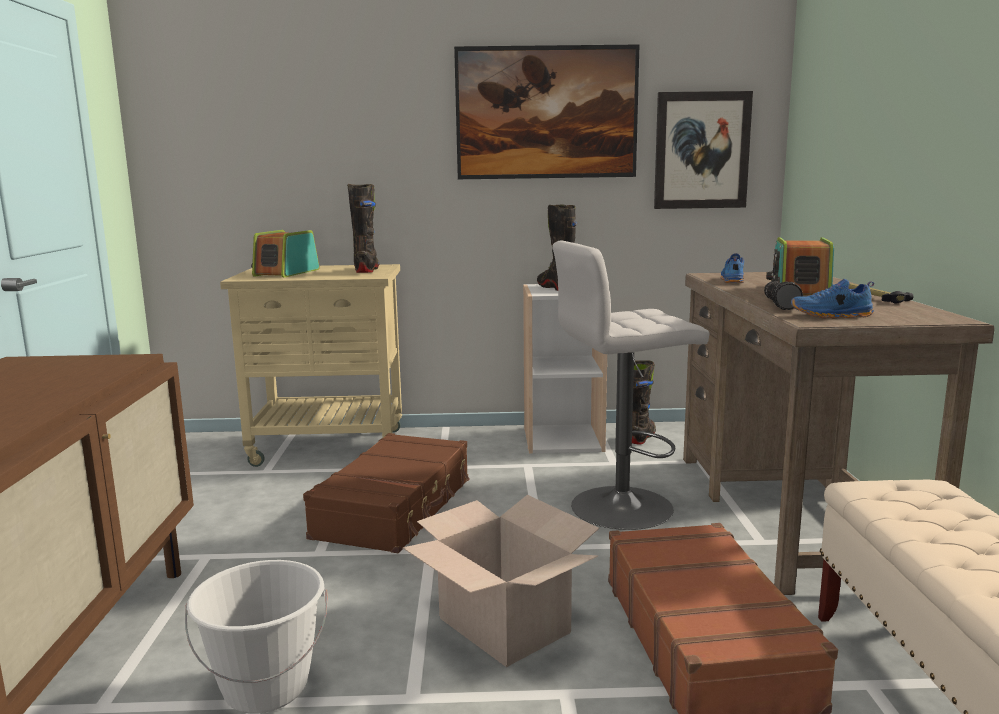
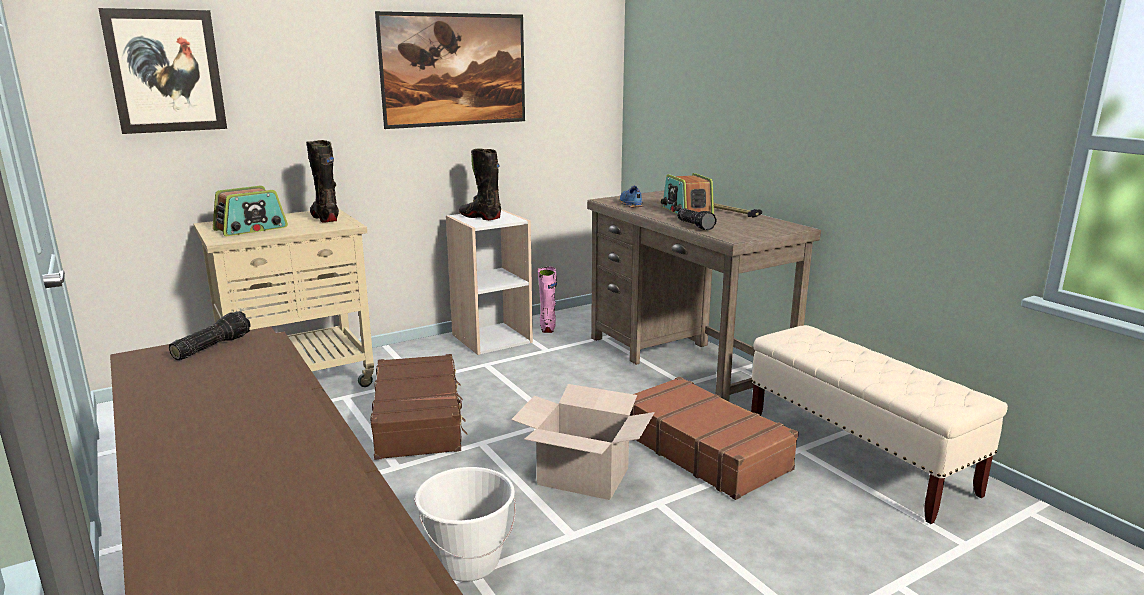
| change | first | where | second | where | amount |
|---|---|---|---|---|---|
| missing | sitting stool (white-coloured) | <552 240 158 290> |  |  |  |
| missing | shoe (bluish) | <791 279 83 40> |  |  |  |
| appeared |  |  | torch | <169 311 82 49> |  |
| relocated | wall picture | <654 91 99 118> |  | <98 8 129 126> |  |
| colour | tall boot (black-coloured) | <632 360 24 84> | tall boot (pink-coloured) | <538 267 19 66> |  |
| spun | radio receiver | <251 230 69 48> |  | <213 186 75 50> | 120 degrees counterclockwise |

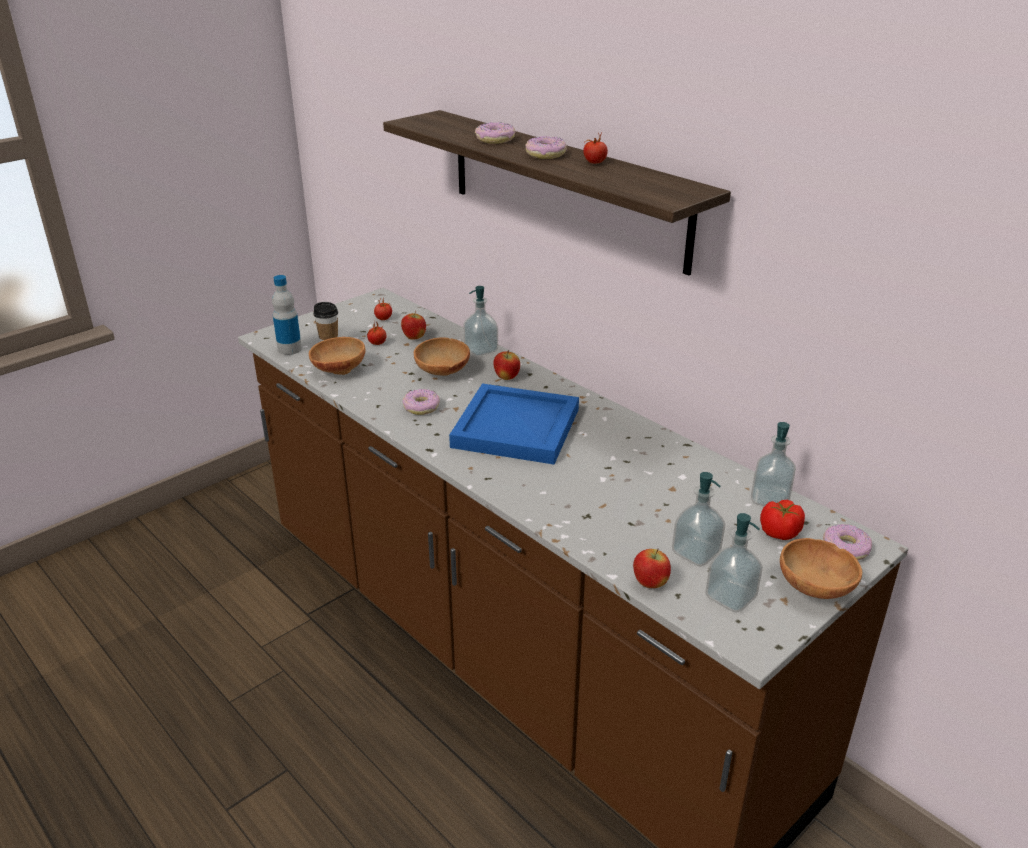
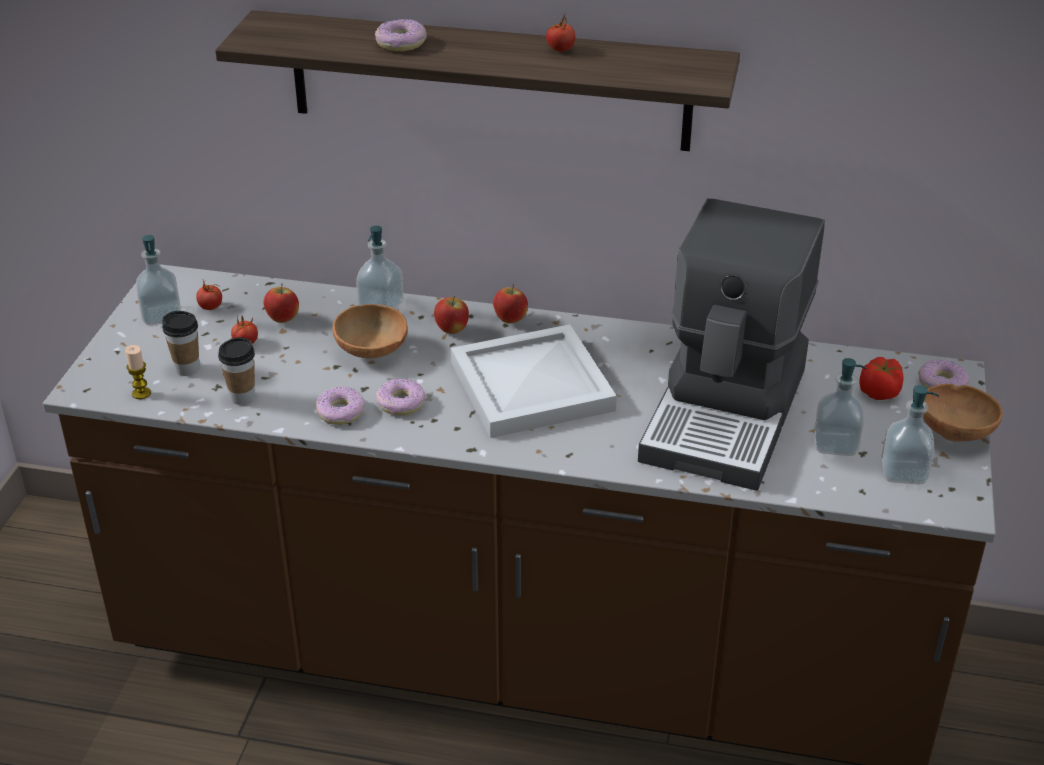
| change | first | where | second | where | amount |
|---|---|---|---|---|---|
| appeared |  |  | coffee maker | <638 198 187 293> |  |
| relocated | donut | <525 136 42 23> |  | <316 387 49 38> |  |
| relocated | apple | <633 548 38 40> |  | <493 284 35 39> |  |
| relocated | soap dispenser | <751 422 45 84> |  | <136 235 45 90> |  |
| exchanged | bottle | <272 275 30 80> | wax light | <125 345 26 54> |  |
| exchanged | deep dish (brownish) | <309 337 56 38> | small cup | <218 337 37 68> |  |
| colour | tray (bluish) | <449 384 130 80> | tray (white-coloured) | <451 324 166 114> |  |

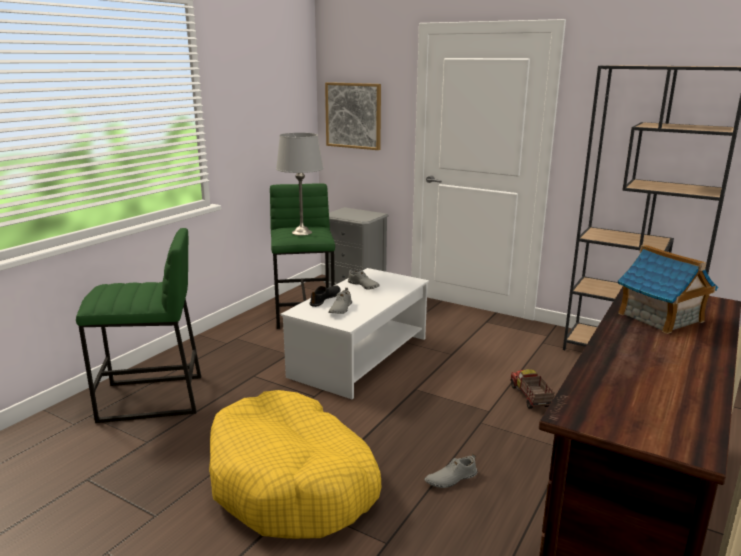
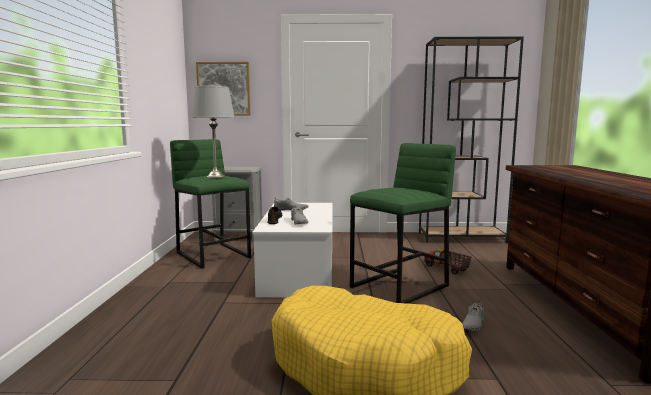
| change | first | where | second | where | amount |
|---|---|---|---|---|---|
| missing | model house | <618 245 100 89> |  |  |  |
| relocated | sitting stool (green-coloured) | <76 228 125 195> |  | <350 143 106 161> |  |

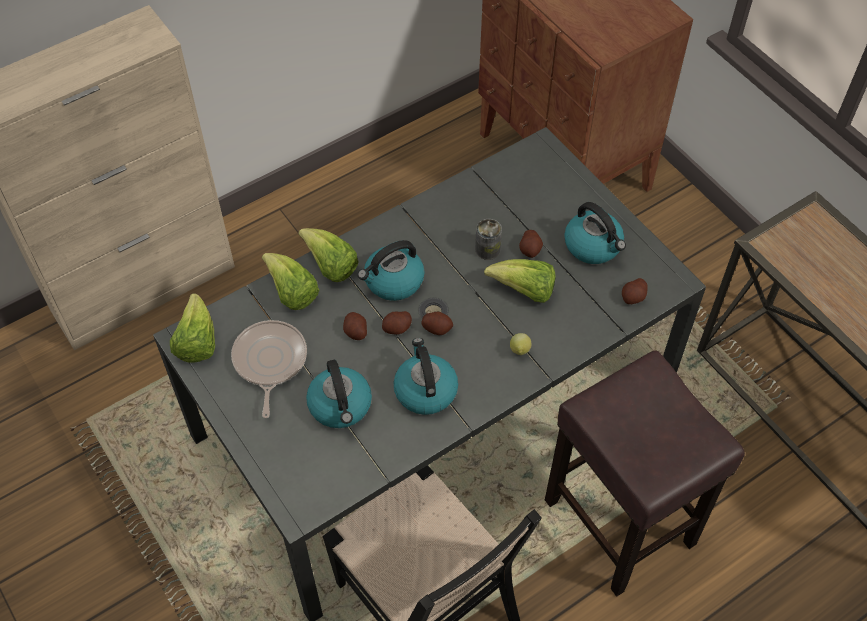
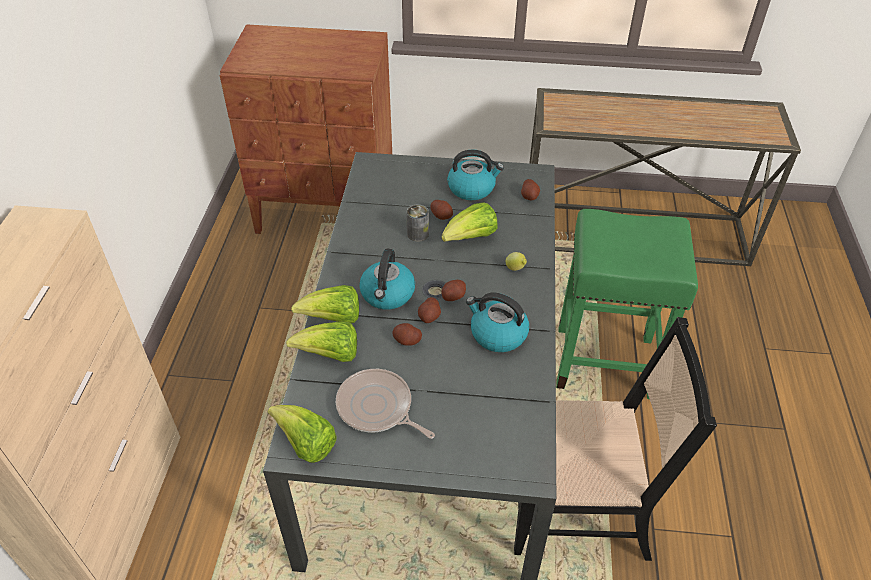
| change | first | where | second | where | amount |
|---|---|---|---|---|---|
| missing | kettle | <306 360 66 68> |  |  |  |
| colour | sitting stool (brownish) | <545 350 200 247> | sitting stool (green-coloured) | <556 209 142 190> |  |

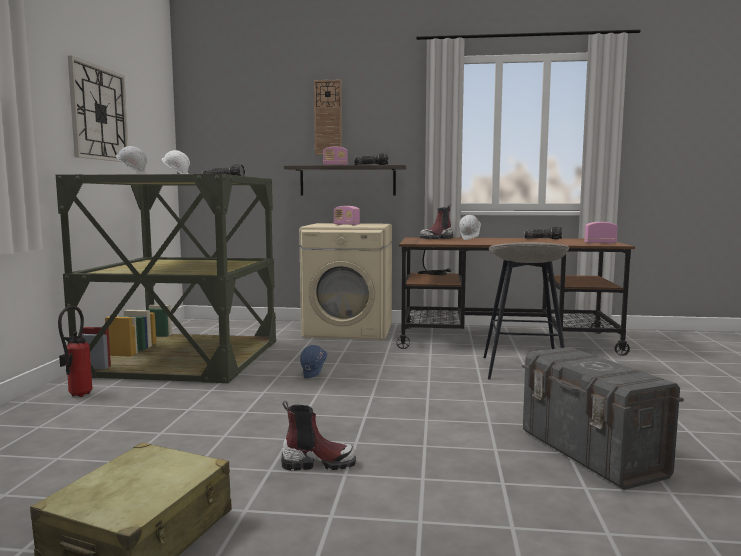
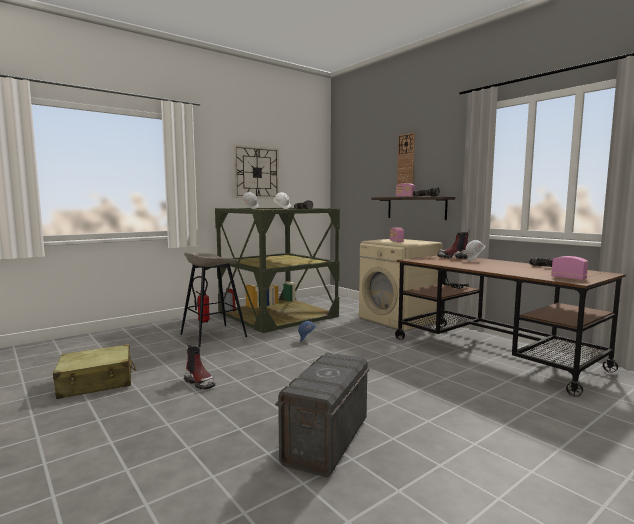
| change | first | where | second | where | amount |
|---|---|---|---|---|---|
| relocated | sitting stool (greyish) | <483 242 86 137> |  | <180 252 67 95> |  |

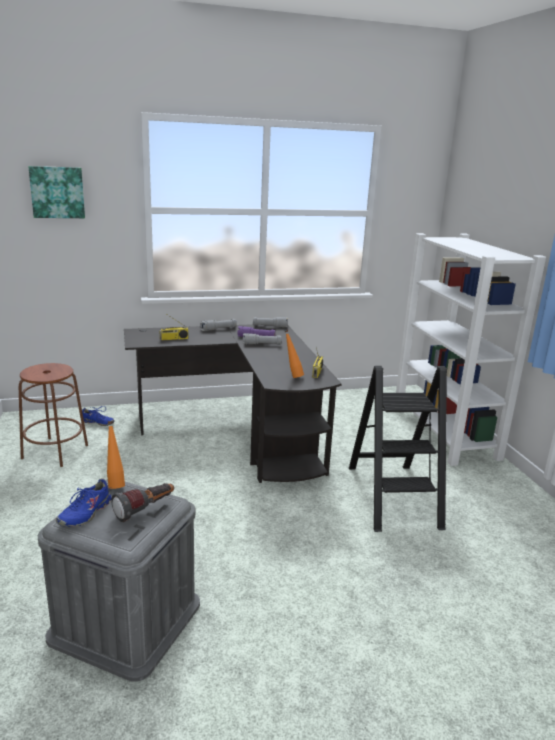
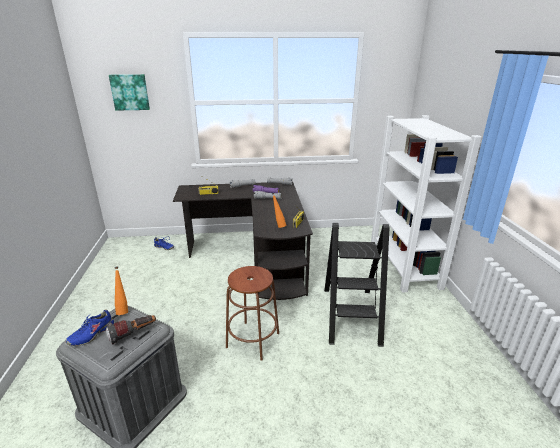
| change | first | where | second | where | amount |
|---|---|---|---|---|---|
| relocated | sitting stool (brownish) | <19 363 69 104> |  | <226 266 53 95> |  |

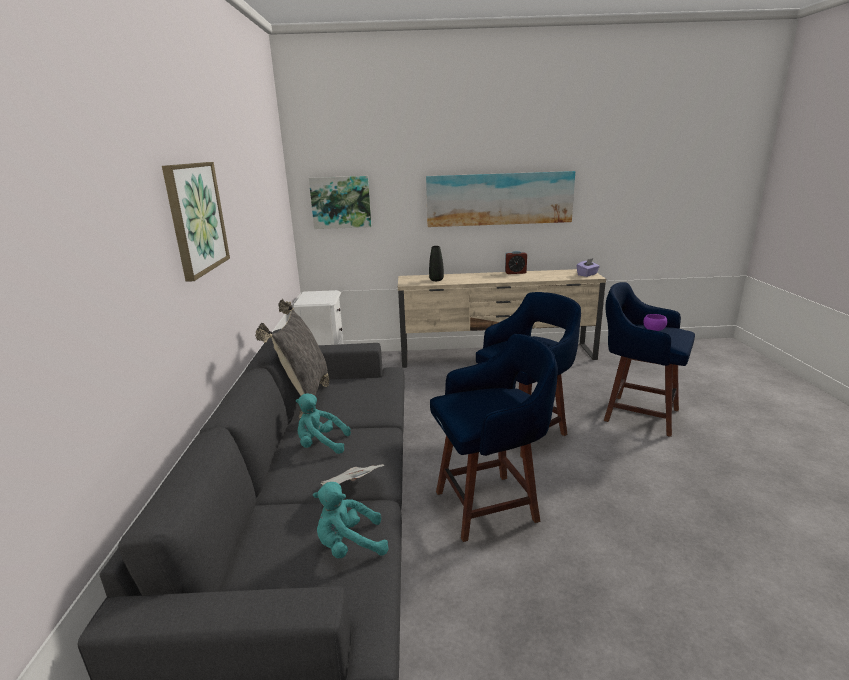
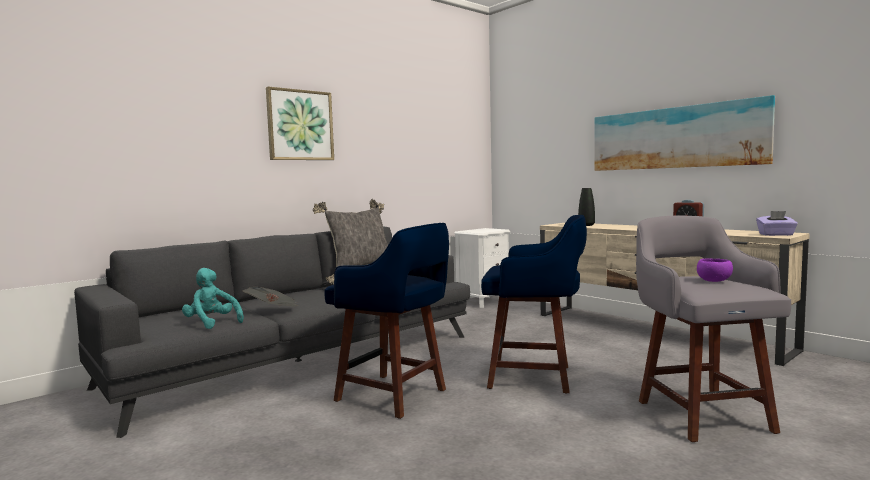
| change | first | where | second | where | amount |
|---|---|---|---|---|---|
| missing | plush toy (turquoise-coloured) | <296 393 55 61> |  |  |  |
| missing | wall picture | <309 176 63 53> |  |  |  |
| colour | sitting stool (bluish) | <604 282 91 155> | sitting stool (greyish) | <636 215 155 227> |  |

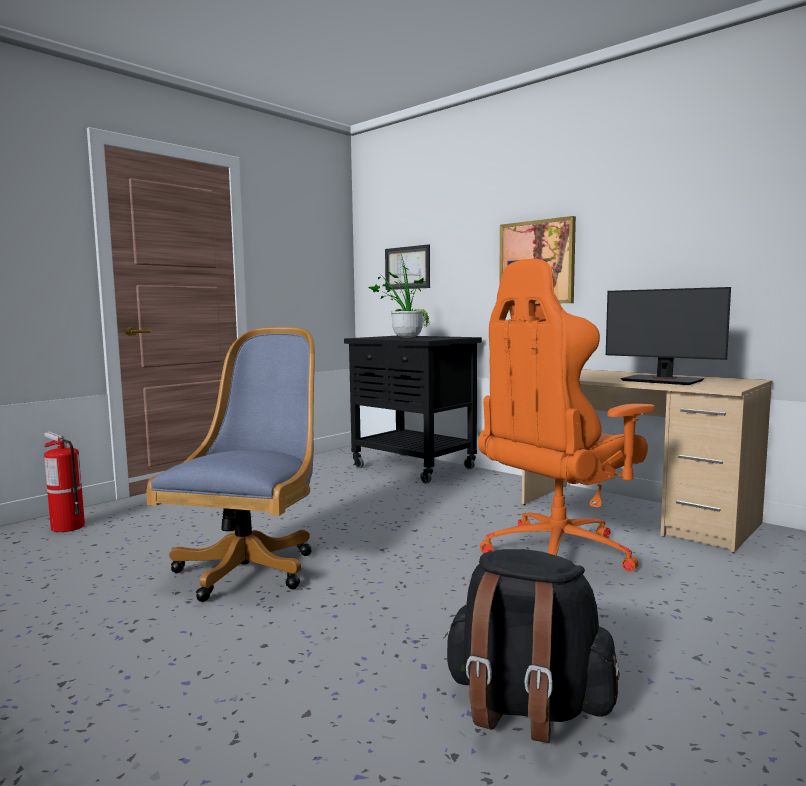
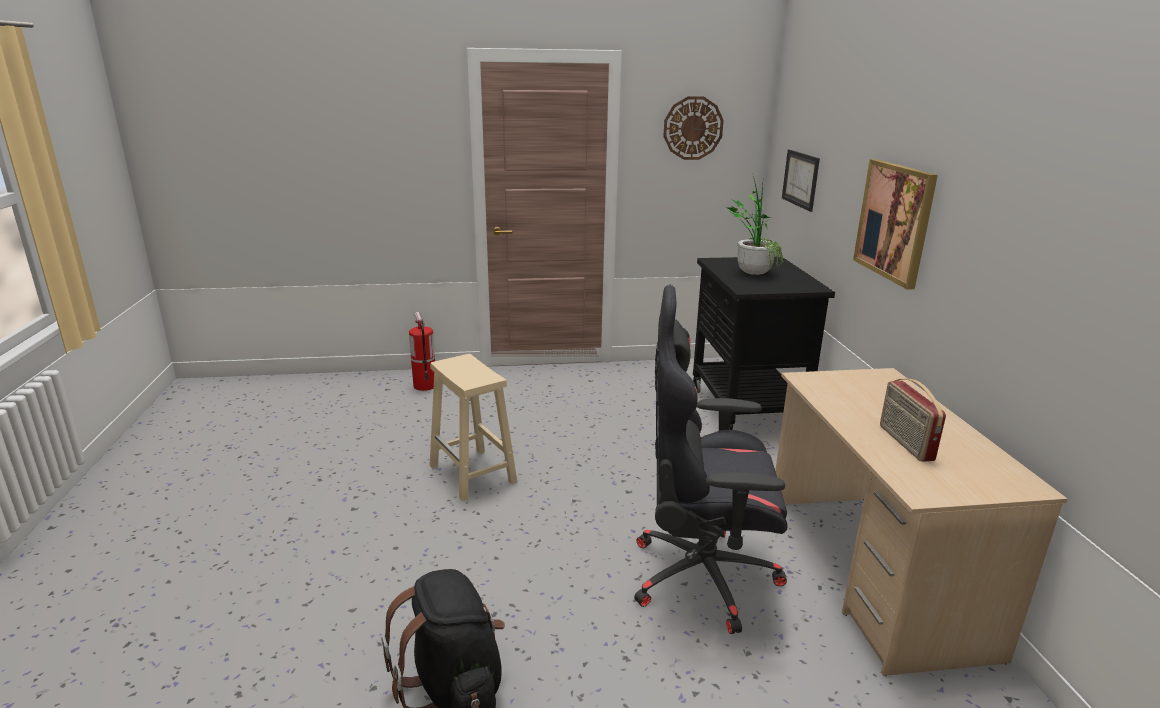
| change | first | where | second | where | amount |
|---|---|---|---|---|---|
| appeared |  |  | clock on the wall | <663 96 61 64> |  |
| exchanged | computer chair (bluish) | <146 327 169 275> | sitting stool (beige) | <430 354 87 147> |  |
| exchanged | monitor | <606 287 125 98> | radio receiver | <880 379 66 83> |  |
| colour | computer chair (orange) | <478 259 177 313> | computer chair (black-coloured) | <634 284 153 350> |  |

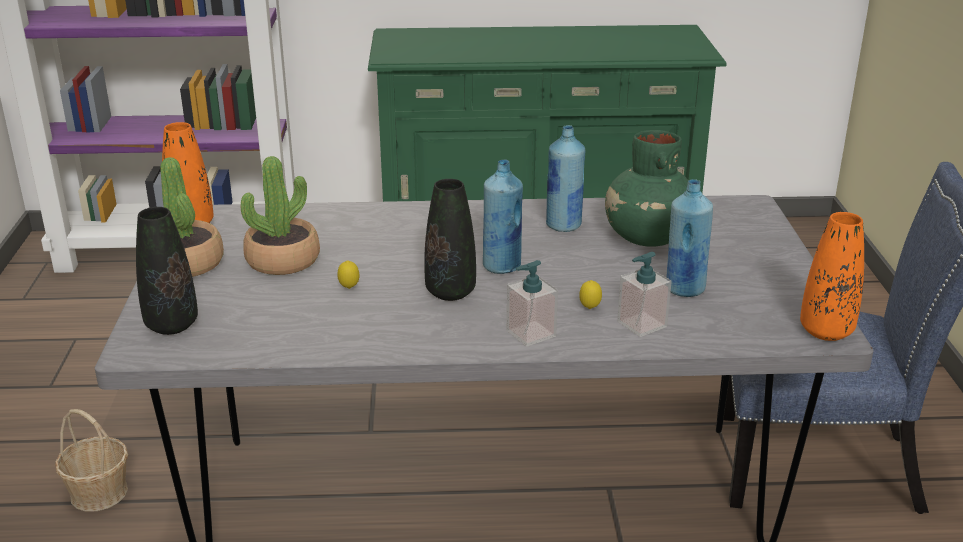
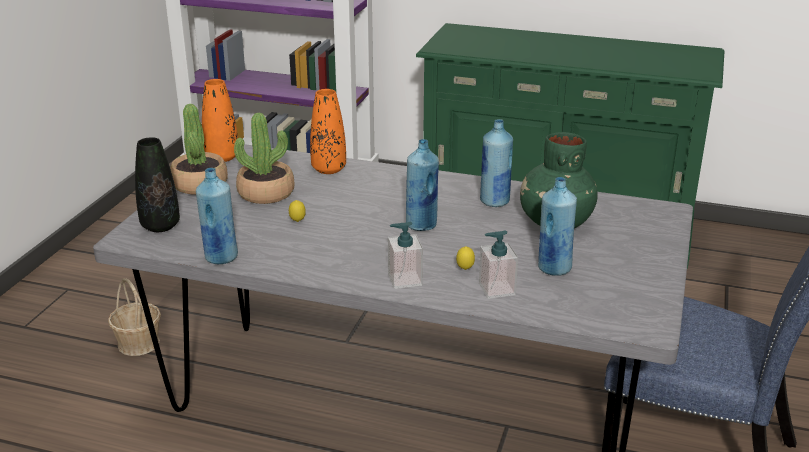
| change | first | where | second | where | amount |
|---|---|---|---|---|---|
| missing | vase (black-coloured) | <424 179 52 122> |  |  |  |
| appeared |  |  | bottle (bluish) | <196 168 42 96> |  |
| relocated | vase (orange) | <800 212 64 129> |  | <310 89 36 85> |  |

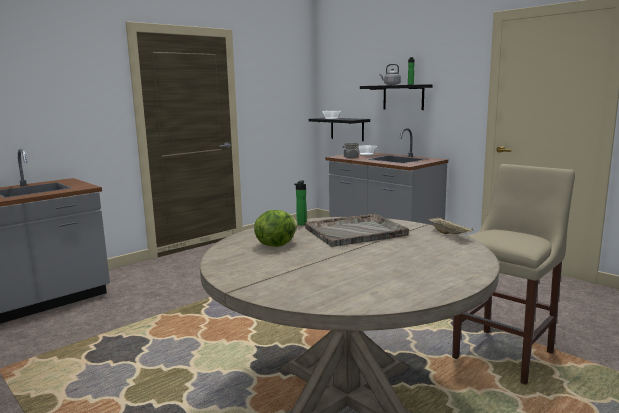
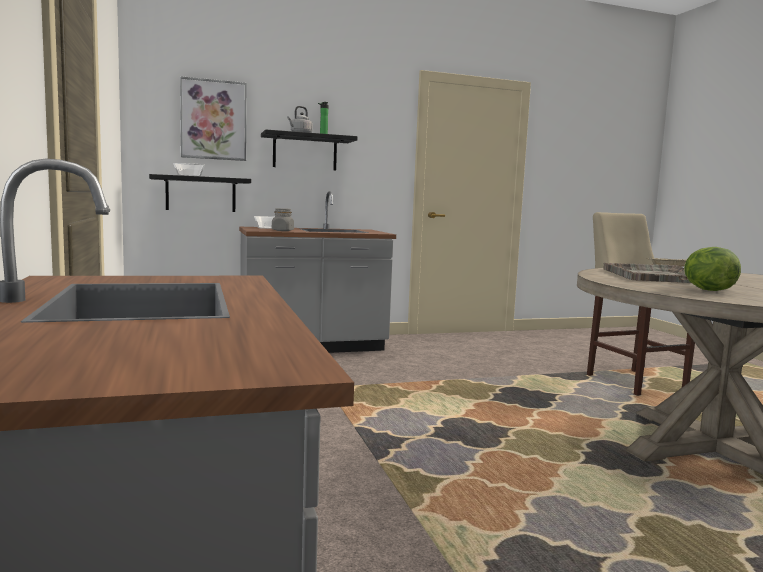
| change | first | where | second | where | amount |
|---|---|---|---|---|---|
| missing | bottle | <294 180 13 45> |  |  |  |
| appeared |  |  | wall picture | <180 76 67 85> |  |

